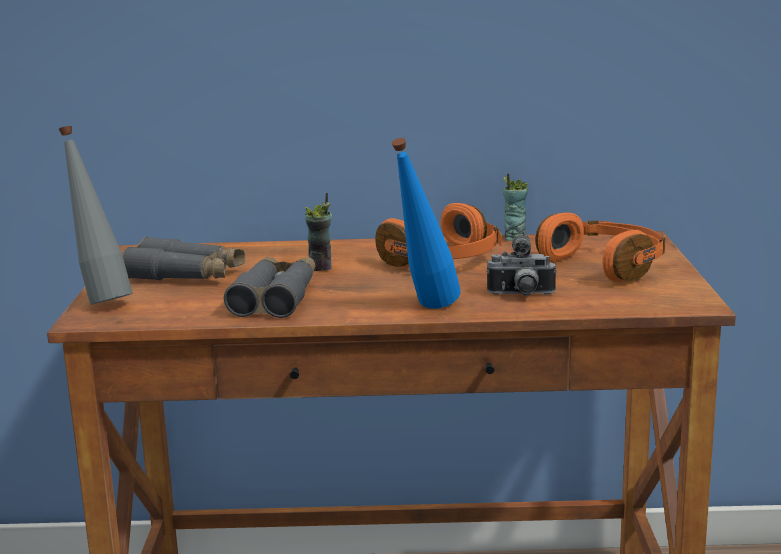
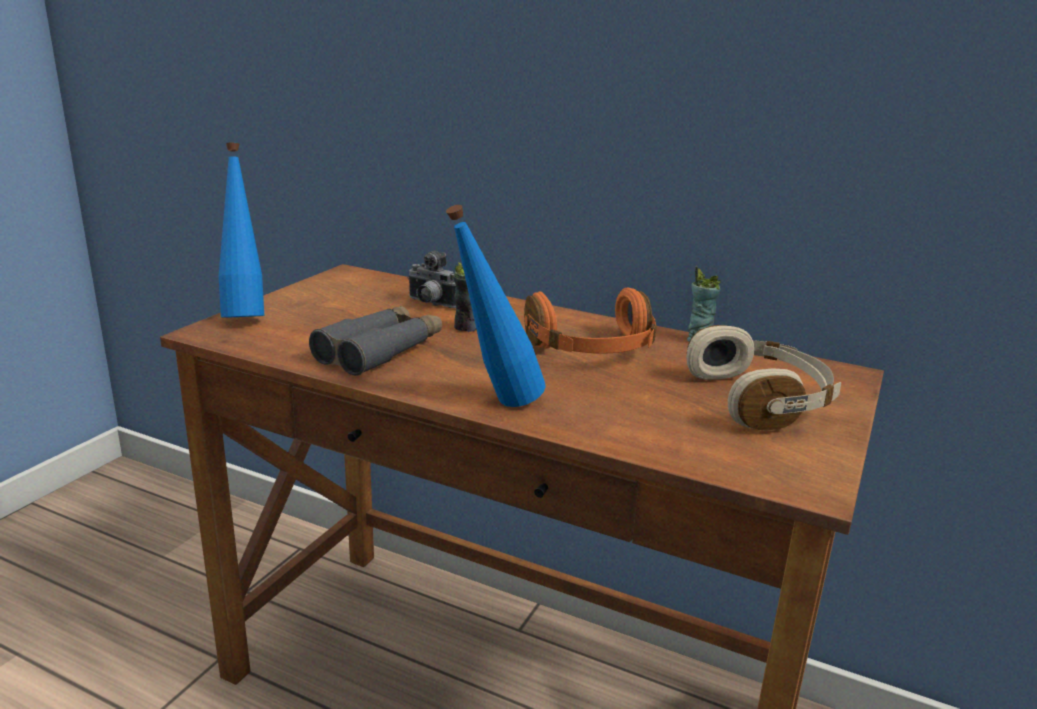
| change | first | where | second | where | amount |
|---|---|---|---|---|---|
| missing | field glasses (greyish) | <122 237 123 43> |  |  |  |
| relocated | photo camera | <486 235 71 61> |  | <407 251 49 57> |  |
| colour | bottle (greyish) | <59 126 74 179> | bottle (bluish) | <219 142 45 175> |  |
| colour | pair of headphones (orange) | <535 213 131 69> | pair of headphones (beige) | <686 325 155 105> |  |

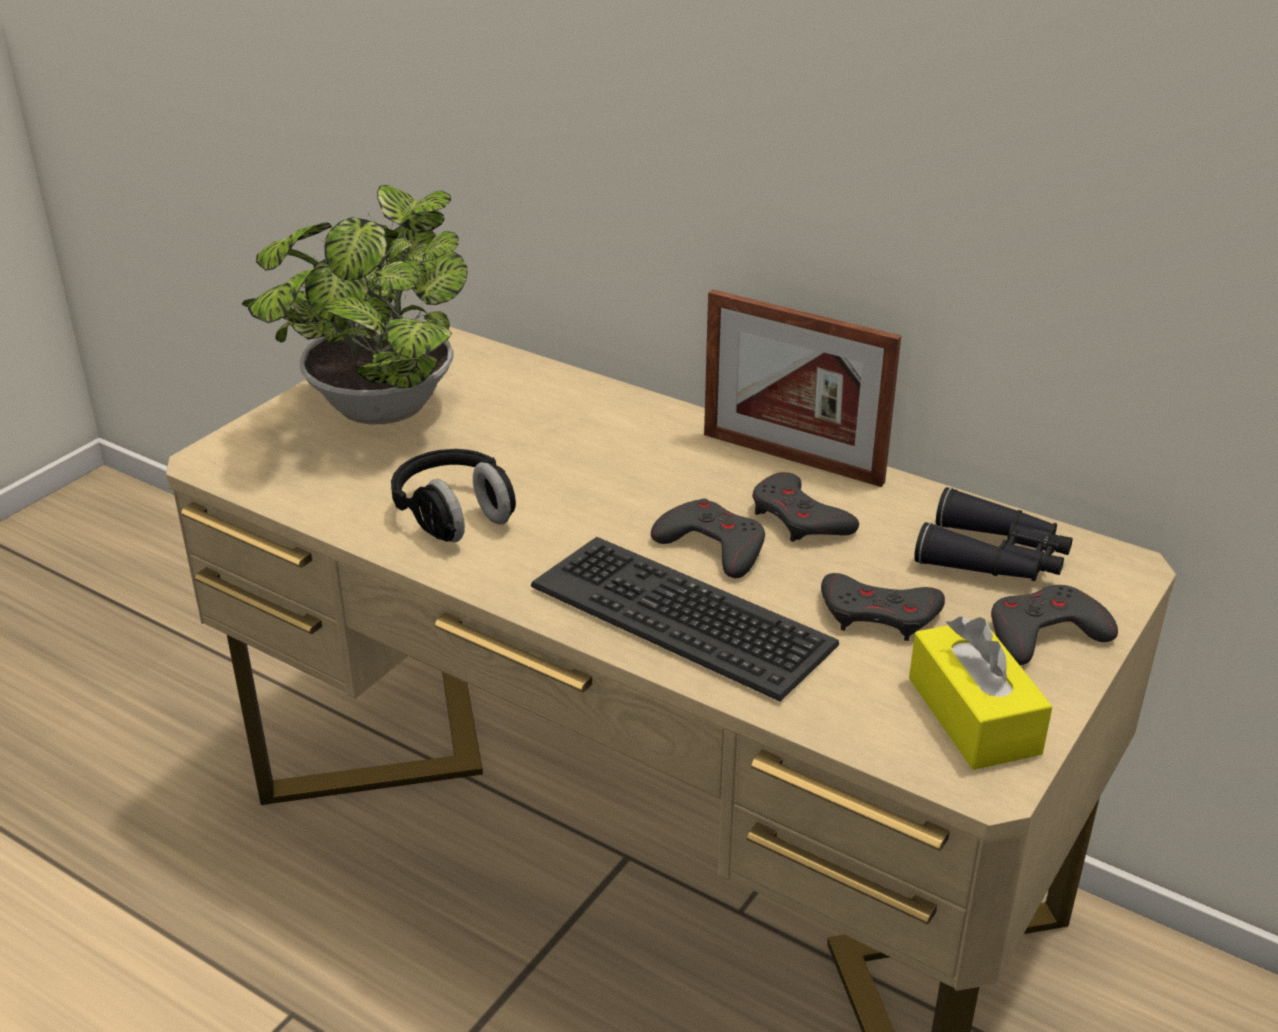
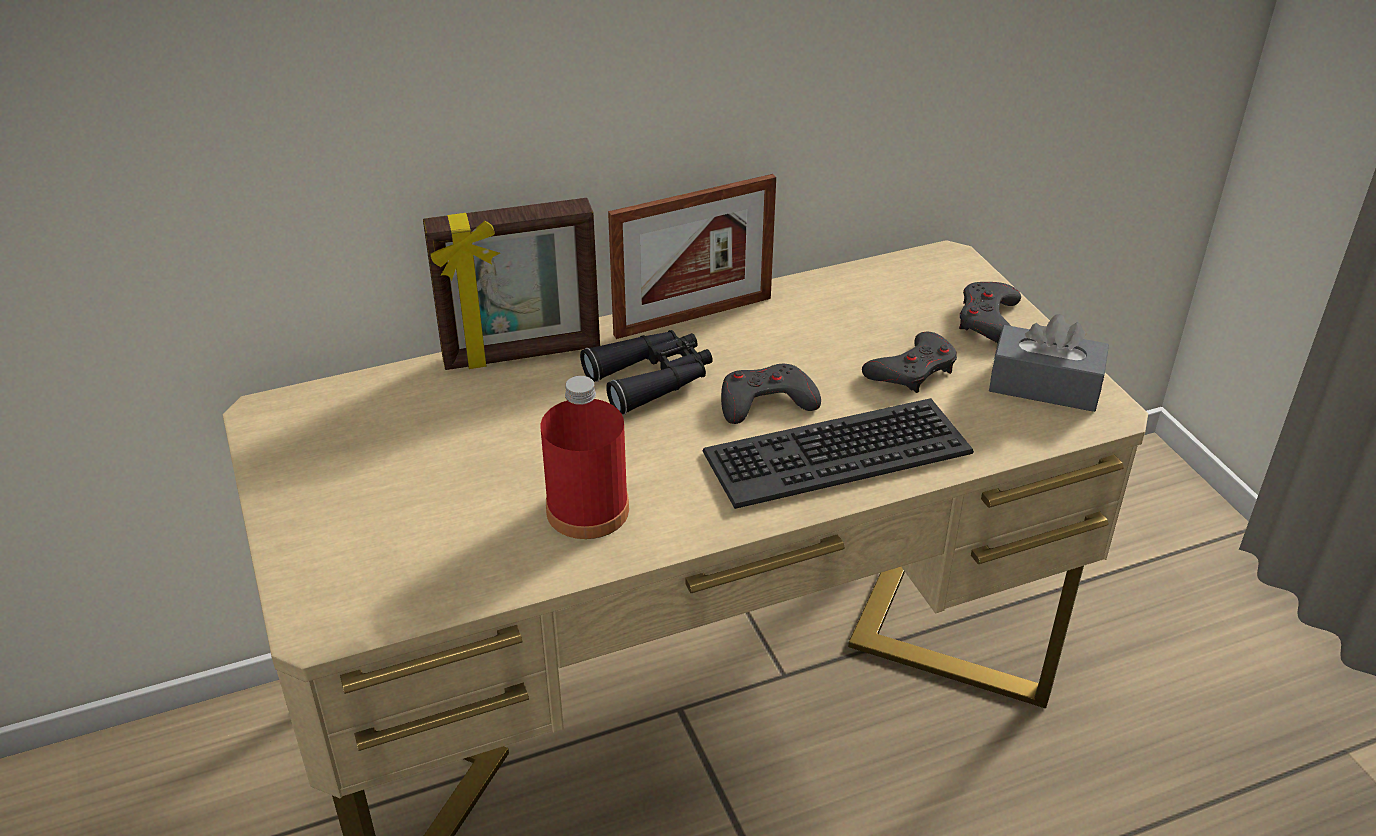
| change | first | where | second | where | amount |
|---|---|---|---|---|---|
| missing | plant in a pot | <242 185 226 239> |  |  |  |
| missing | joypad (greyish) | <752 472 107 70> |  |  |  |
| appeared |  |  | standing frame | <423 198 177 172> |  |
| relocated | field glasses (black-coloured) | <914 487 159 94> |  | <580 330 133 85> |  |
| exchanged | pair of headphones (black-coloured) | <391 449 125 93> | bottle (red) | <541 376 88 163> |  |
| colour | tissue box (yellow) | <909 617 144 153> | tissue box (greyish) | <989 314 120 98> |  |

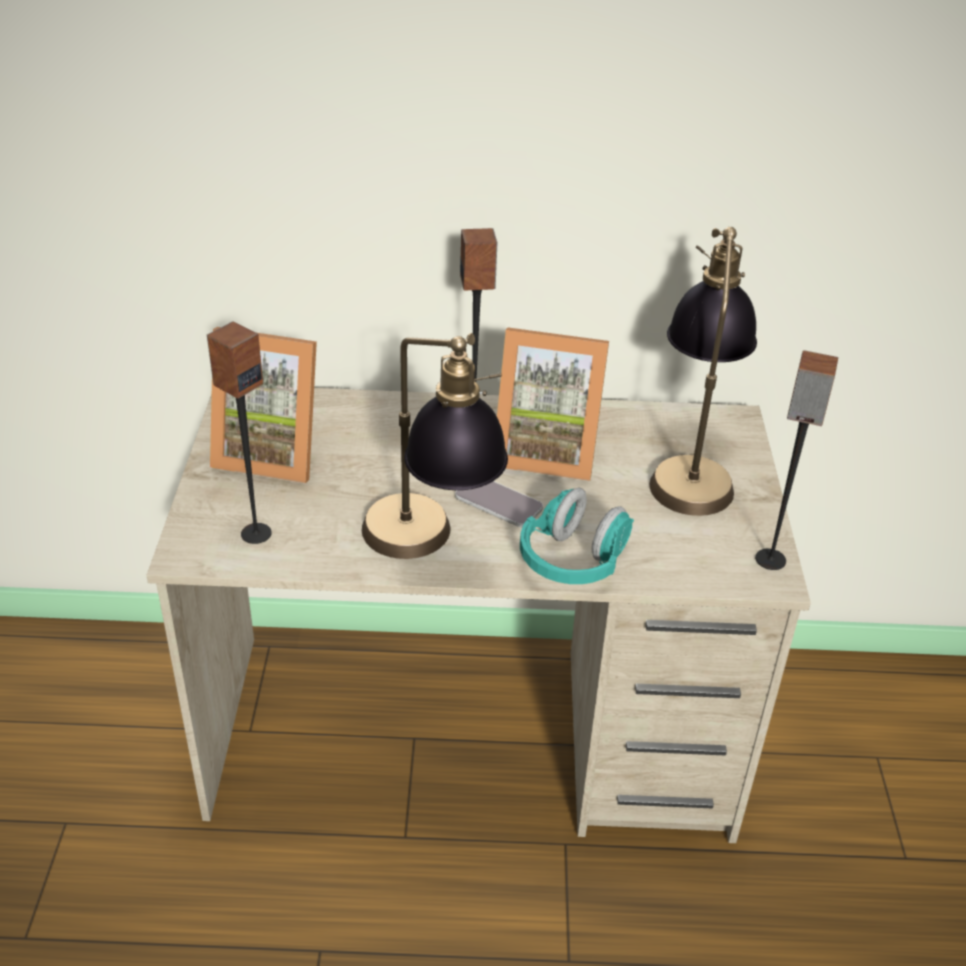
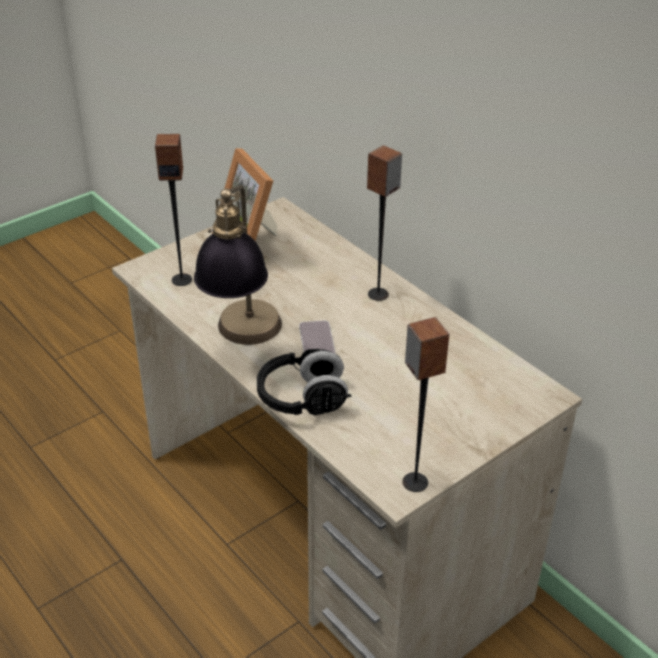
| change | first | where | second | where | amount |
|---|---|---|---|---|---|
| missing | standing frame | <497 328 112 153> |  |  |  |
| missing | tabletop lamp | <649 227 108 289> |  |  |  |
| colour | pair of headphones (turquoise-coloured) | <520 488 114 96> | pair of headphones (black-coloured) | <257 349 94 66> |  |

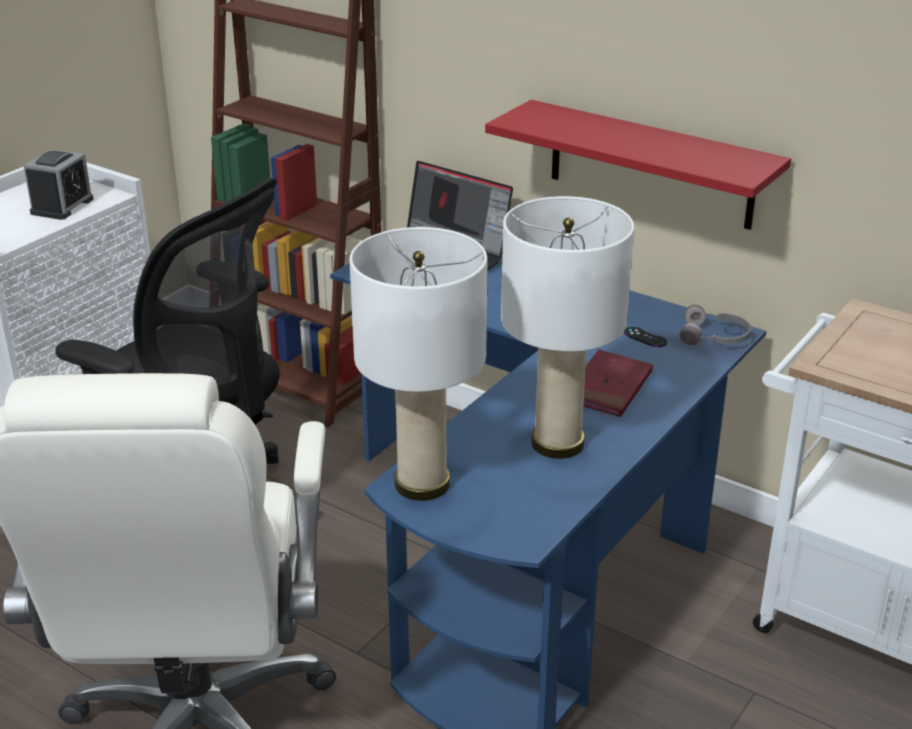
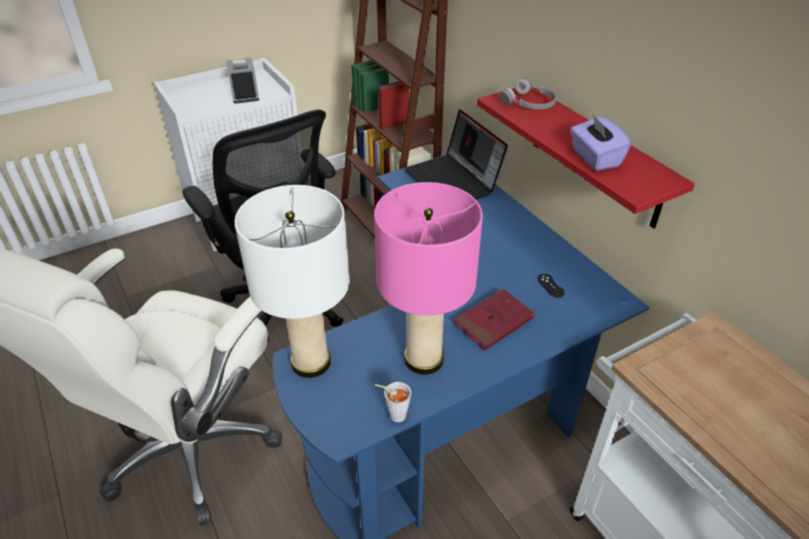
| change | first | where | second | where | amount |
|---|---|---|---|---|---|
| appeared |  |  | small cup (greyish) | <375 382 36 40> |  |
| appeared |  |  | tissue box (purplish) | <570 114 61 57> |  |
| relocated | pair of headphones (greyish) | <679 304 72 41> |  | <499 78 58 31> |  |
| colour | tabletop lamp (white-coloured) | <501 196 133 263> | tabletop lamp (pink-coloured) | <374 182 109 193> |  |
| spun | table clock | <23 149 70 71> |  | <226 58 33 46> | 120 degrees clockwise |

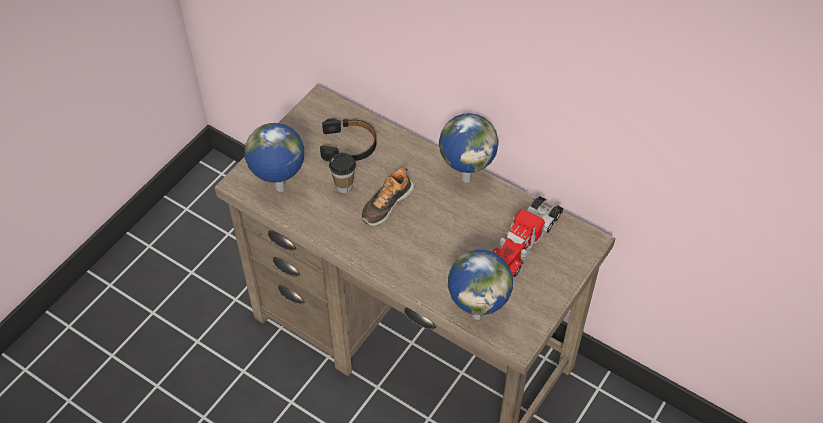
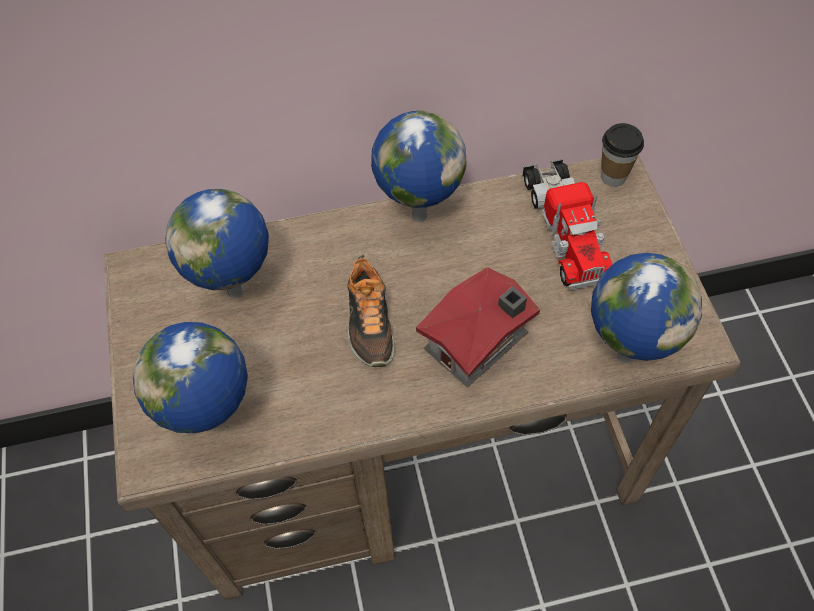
| change | first | where | second | where | amount |
|---|---|---|---|---|---|
| appeared |  |  | model house | <416 267 124 121> |  |
| relocated | small cup | <329 153 27 40> |  | <601 123 43 64> |  |
| exchanged | pair of headphones (black-coloured) | <320 118 56 44> | globe | <165 189 104 110> |  |

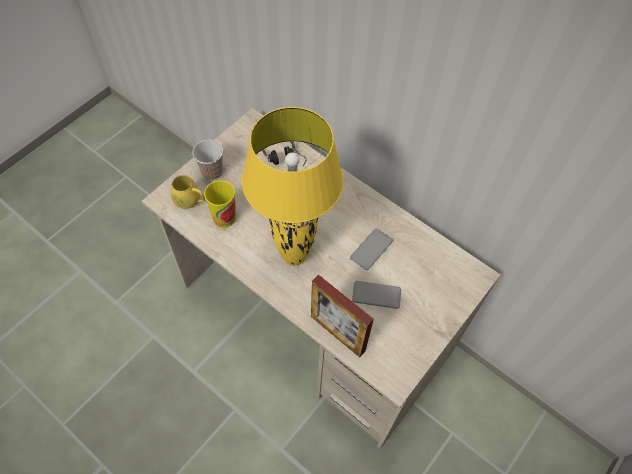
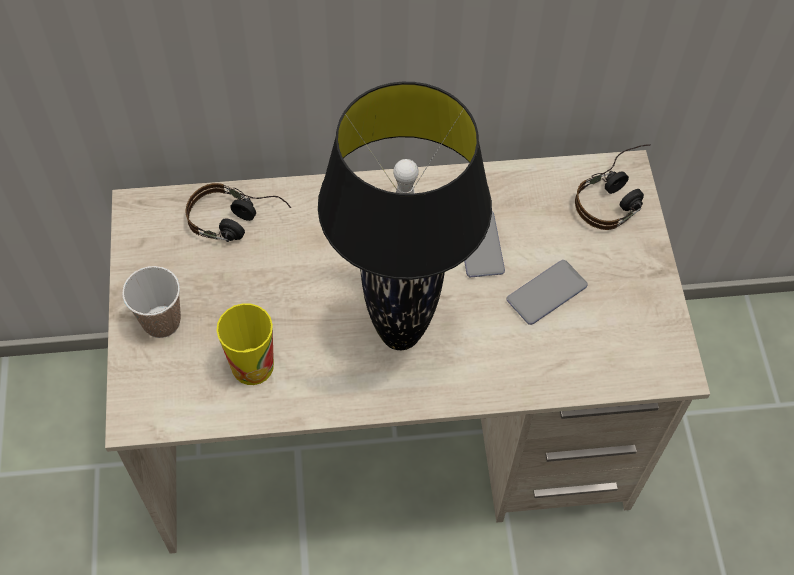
| change | first | where | second | where | amount |
|---|---|---|---|---|---|
| missing | coffee mug (yellow) | <171 175 34 34> |  |  |  |
| missing | standing frame | <311 275 63 83> |  |  |  |
| appeared |  |  | pair of headphones | <575 144 76 86> |  |
| colour | tabletop lamp (yellow) | <242 107 102 159> | tabletop lamp (black-coloured) | <318 82 174 268> |  |

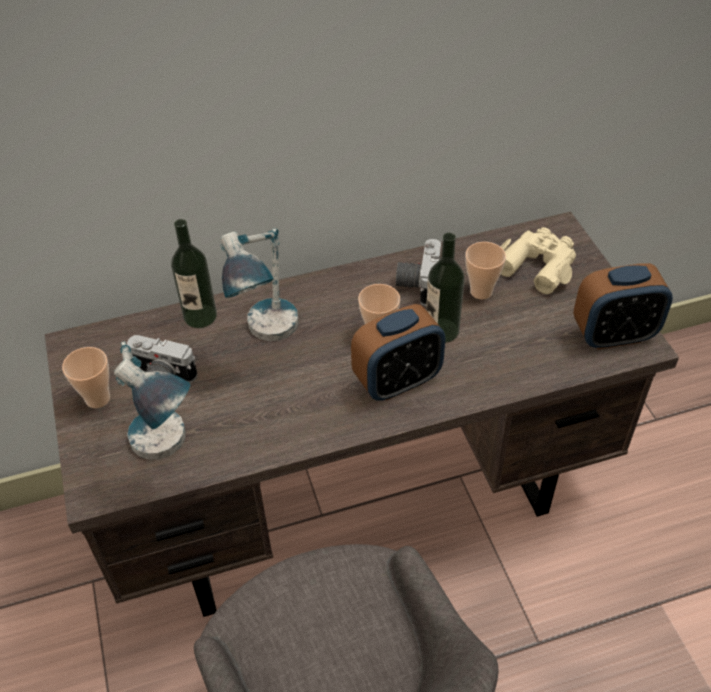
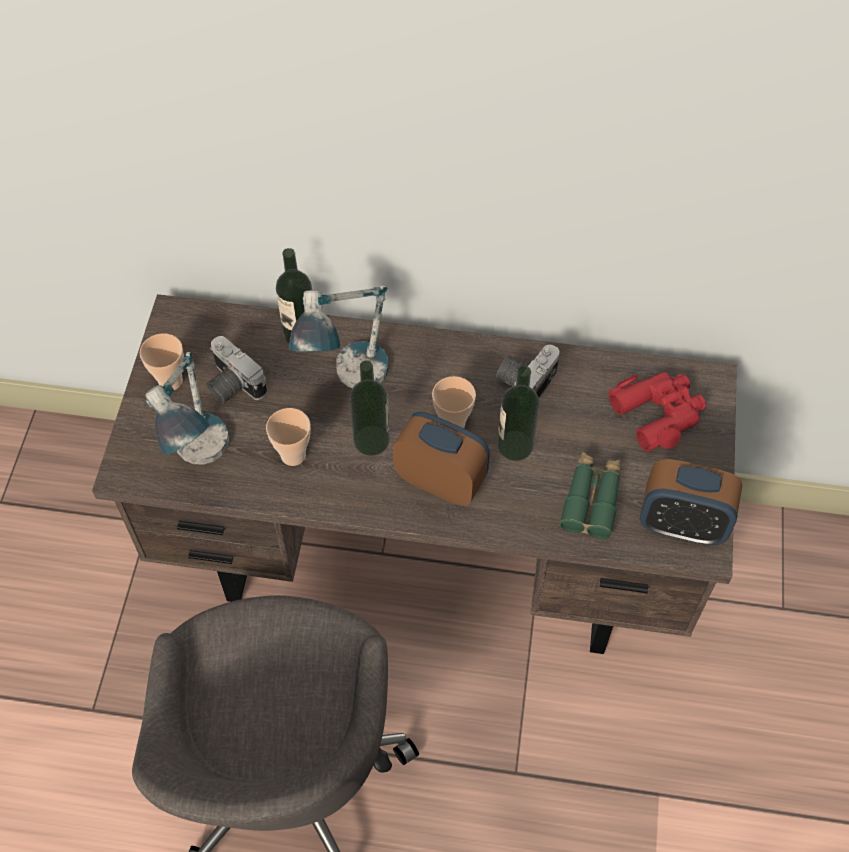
| change | first | where | second | where | amount |
|---|---|---|---|---|---|
| appeared |  |  | bottle | <349 360 41 96> |  |
| appeared |  |  | field glasses (green-coloured) | <559 452 62 87> |  |
| relocated | small cup | <466 242 40 57> |  | <266 408 45 58> |  |
| colour | field glasses (beige) | <500 227 76 67> | field glasses (red) | <609 372 98 80> |  |
| spun | table clock | <351 304 94 97> |  | <393 412 97 94> | 150 degrees counterclockwise |

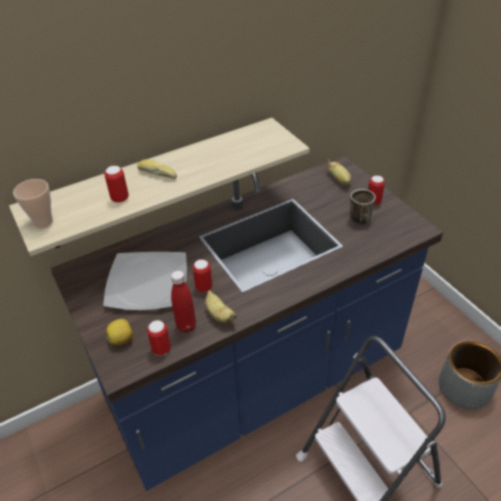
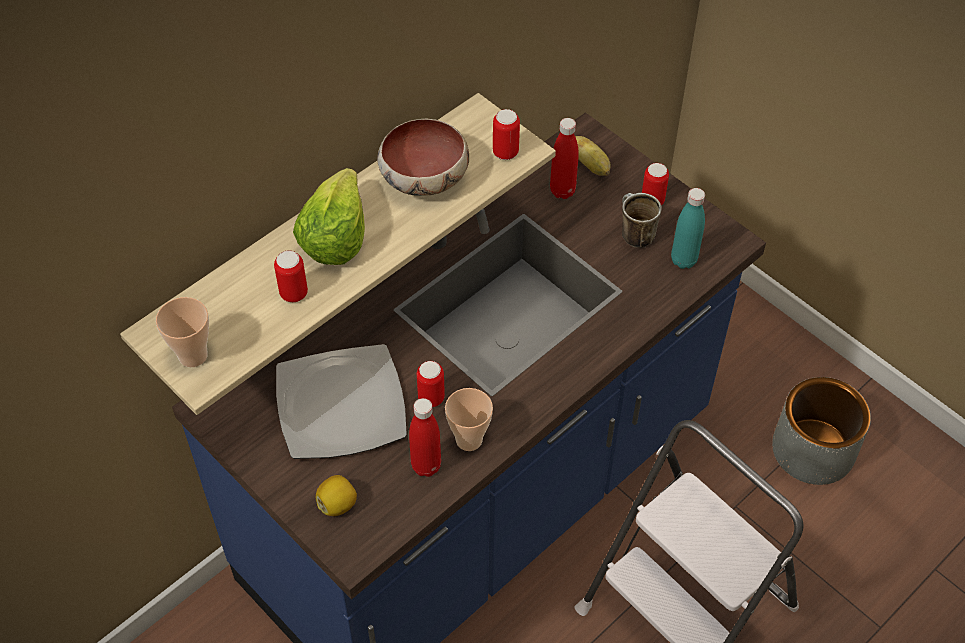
| change | first | where | second | where | amount |
|---|---|---|---|---|---|
| appeared |  |  | deep dish | <377 119 92 77> |  |
| appeared |  |  | bottle (red) | <550 118 29 81> |  |
| appeared |  |  | bottle (turquoise-coloured) | <671 188 34 81> |  |
| relocated | sealed can | <147 320 24 36> |  | <493 109 27 51> |  |
| exchanged | baked bread | <137 159 40 20> | lettuce head | <293 168 72 97> |  |
| exchanged | banana | <205 290 32 34> | small cup | <445 388 48 63> |  |

